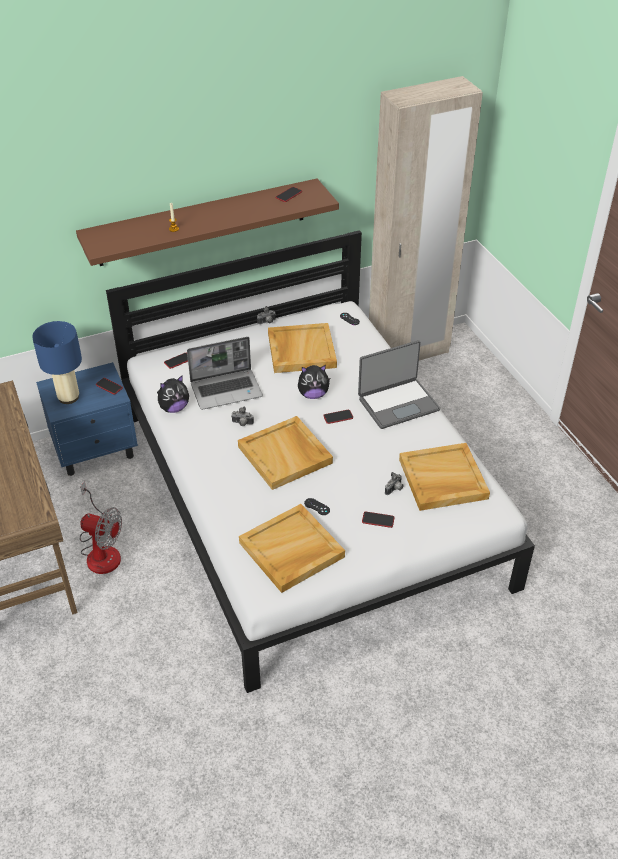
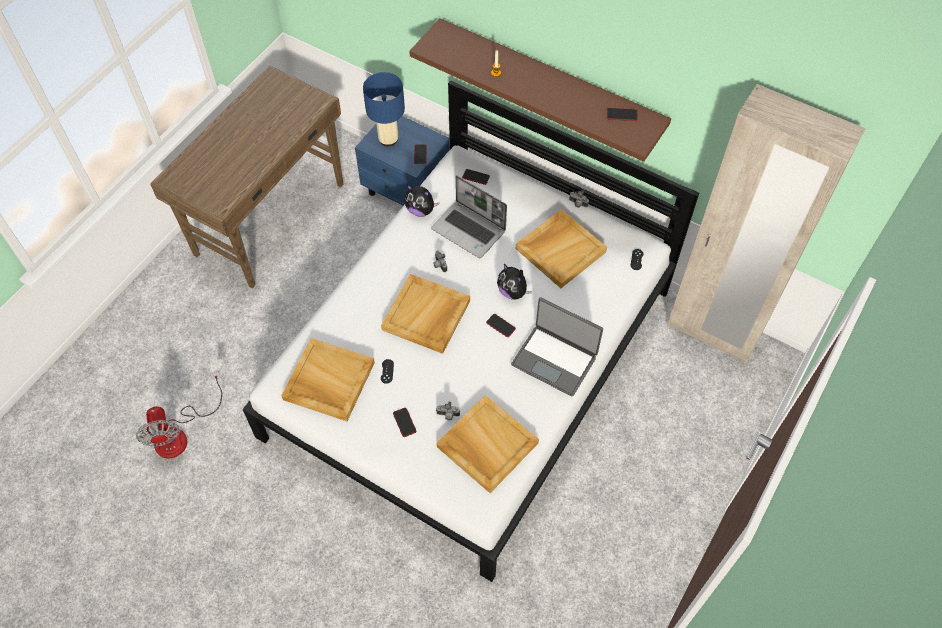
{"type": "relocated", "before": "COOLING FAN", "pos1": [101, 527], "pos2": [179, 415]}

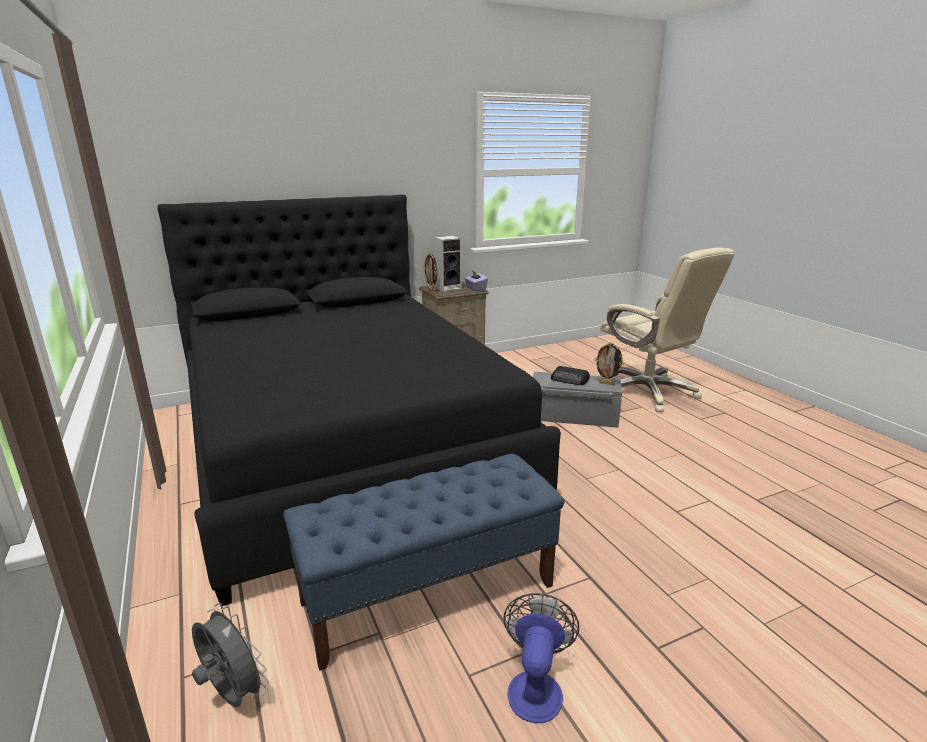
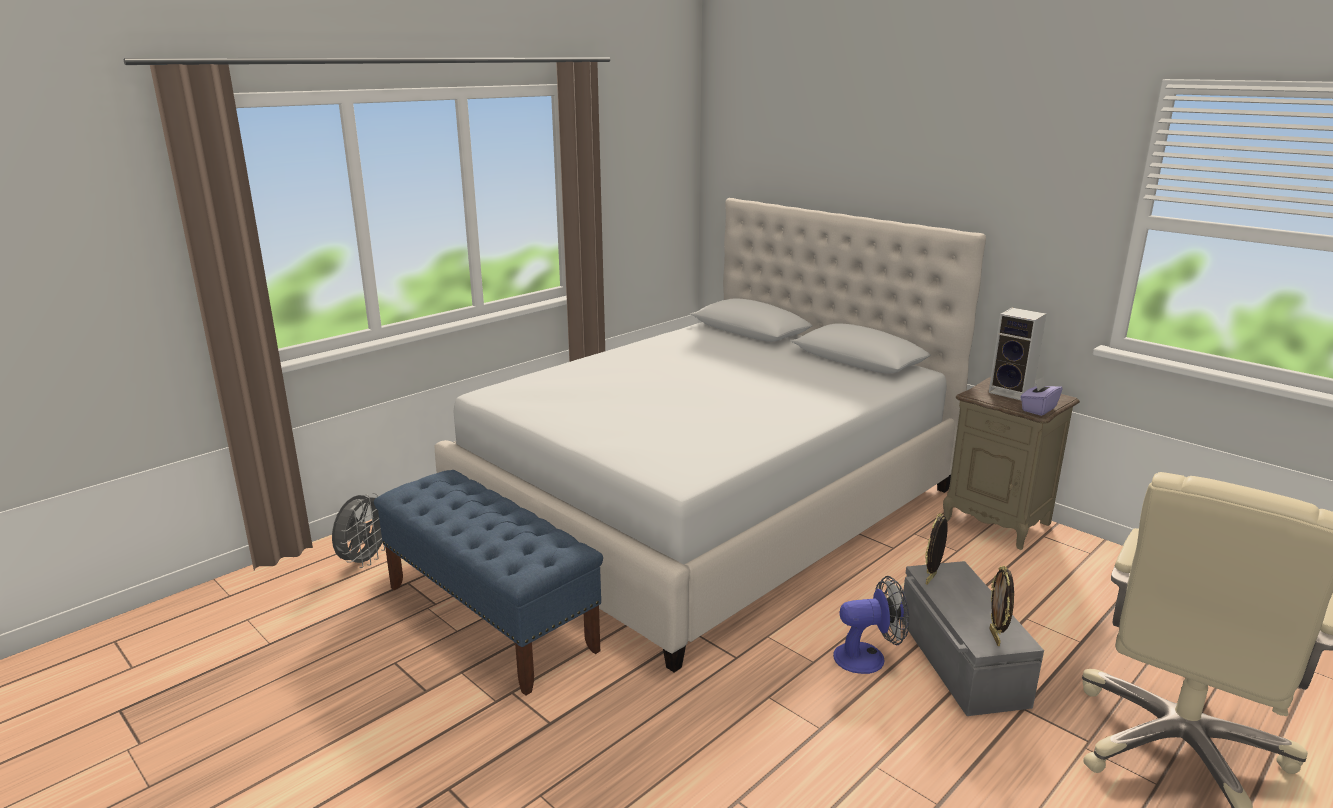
{"type": "missing", "before": "RADIO", "pos1": [570, 375]}
{"type": "relocated", "before": "STANDING FRAME", "pos1": [430, 272], "pos2": [936, 549]}
{"type": "relocated", "before": "COOLING FAN", "pos1": [541, 658], "pos2": [871, 625]}
{"type": "colour", "before": "BLACK BEDROOM BED", "after": "WHITE-COLOURED BEDROOM BED", "pos1": [359, 400], "pos2": [710, 435]}

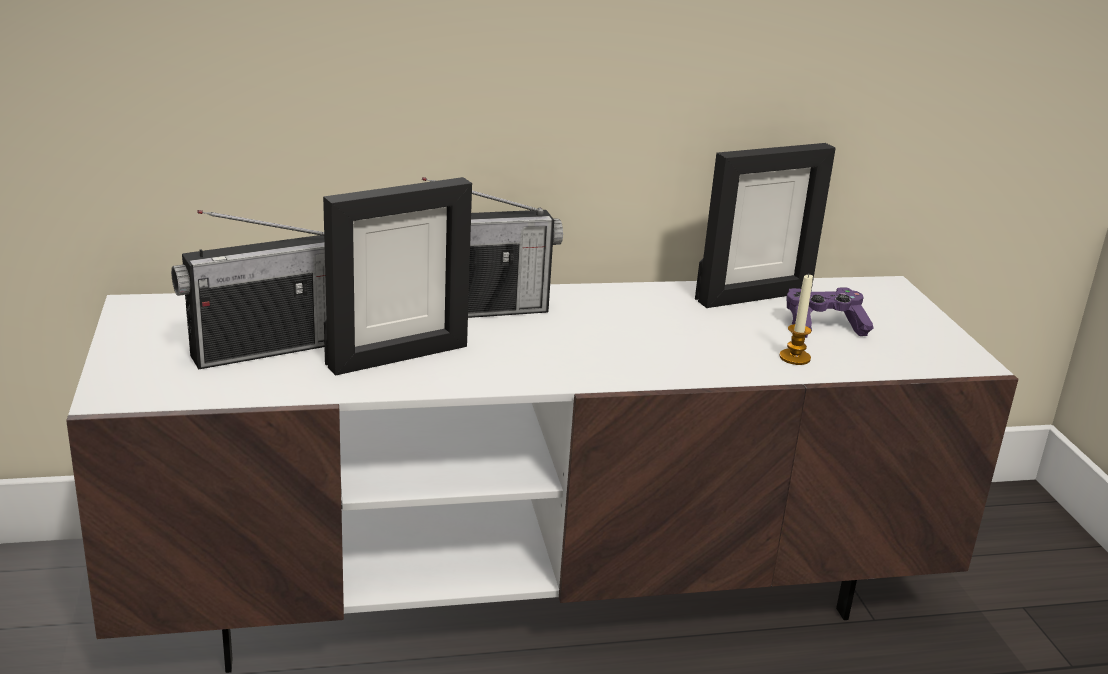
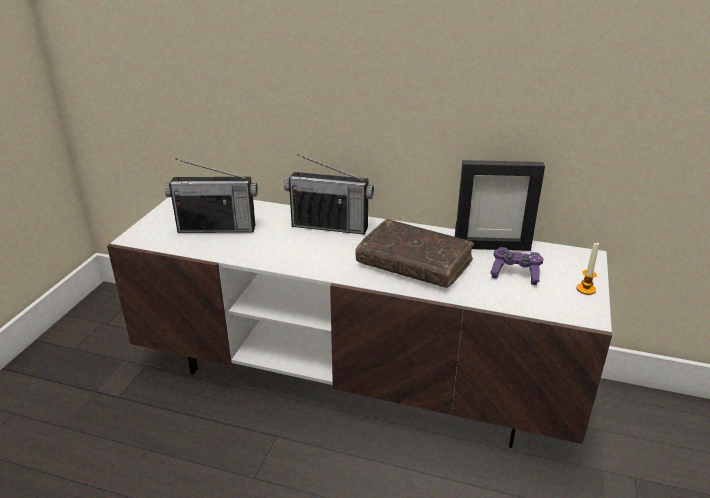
{"type": "missing", "before": "STANDING FRAME", "pos1": [397, 276]}
{"type": "appeared", "after": "BROWN-COLOURED VOLUME", "pos2": [415, 253]}
{"type": "relocated", "before": "WAX CANDLE", "pos1": [796, 319], "pos2": [587, 269]}

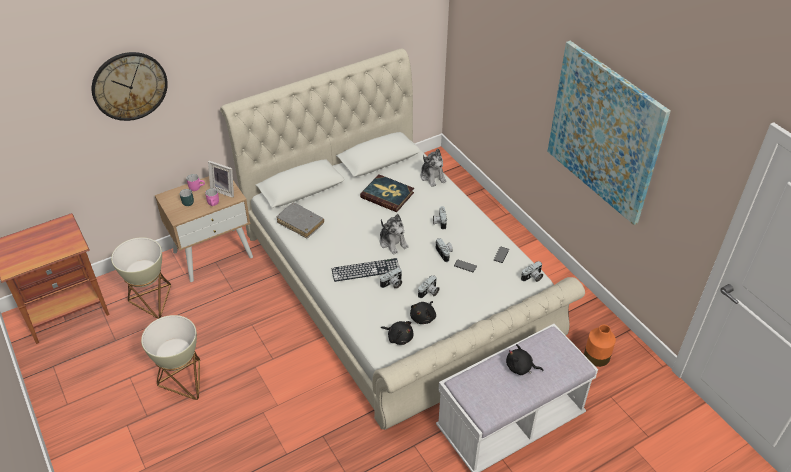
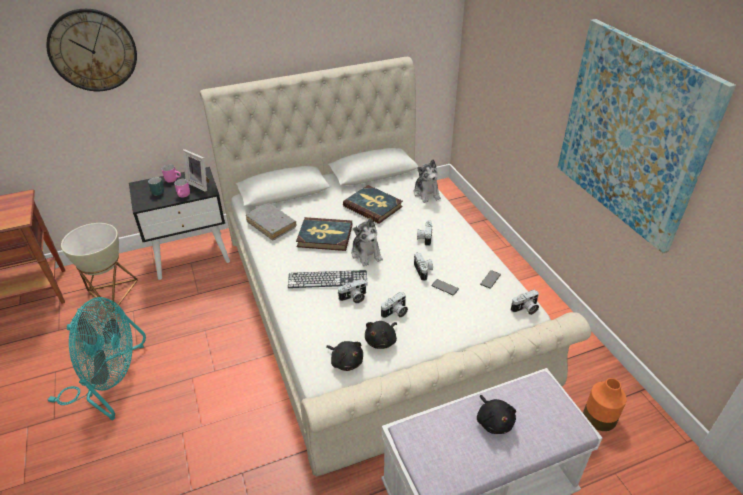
{"type": "appeared", "after": "VOLUME", "pos2": [324, 234]}
{"type": "exchanged", "before": "PLANTER", "after": "BLUE-GREEN COOLING FAN", "pos1": [170, 357], "pos2": [97, 359]}
{"type": "colour", "before": "BEIGE NIGHT TABLE", "after": "BLACK NIGHT TABLE", "pos1": [204, 229], "pos2": [179, 223]}
{"type": "spun", "before": "BLACK SOFT TOY", "pos1": [524, 359], "pos2": [496, 414], "turn": -135}

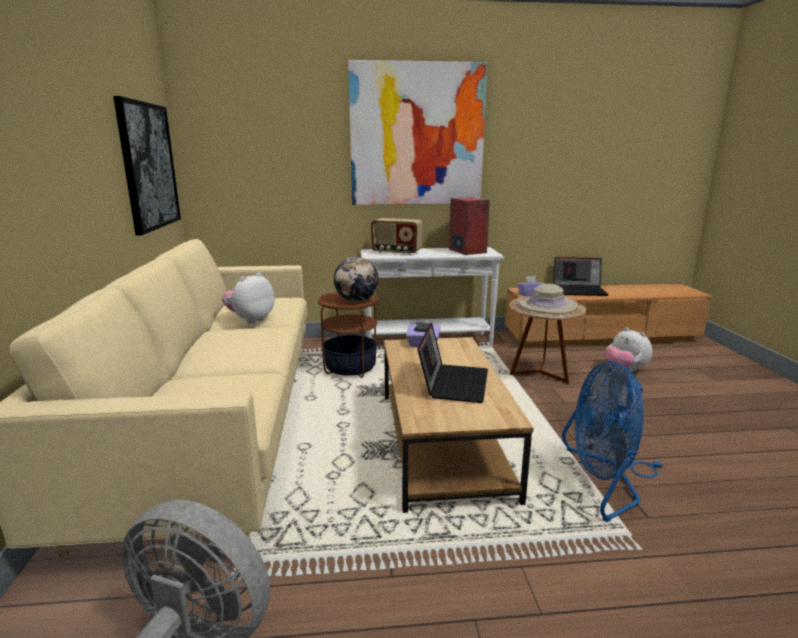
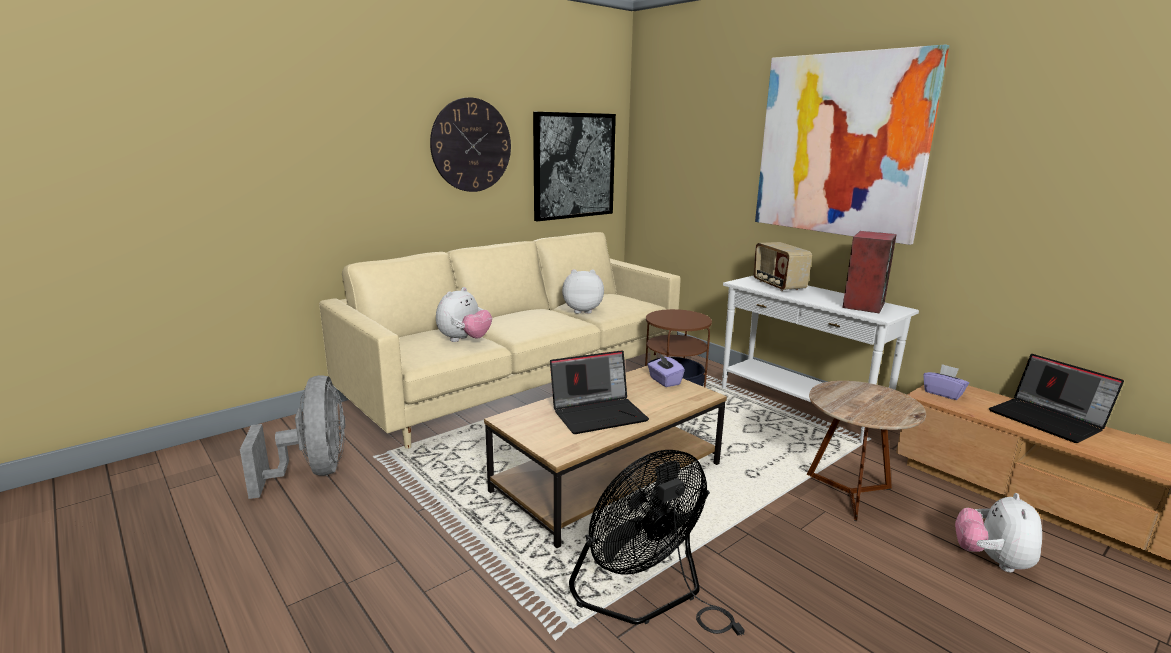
{"type": "missing", "before": "DESK GLOBE", "pos1": [356, 279]}
{"type": "missing", "before": "BEIGE CLOTHING HAT", "pos1": [548, 299]}
{"type": "appeared", "after": "HANGING CLOCK", "pos2": [470, 144]}
{"type": "appeared", "after": "SOFT TOY", "pos2": [464, 314]}
{"type": "colour", "before": "BLUE-COLOURED COOLING FAN", "after": "BLACK COOLING FAN", "pos1": [613, 441], "pos2": [657, 543]}

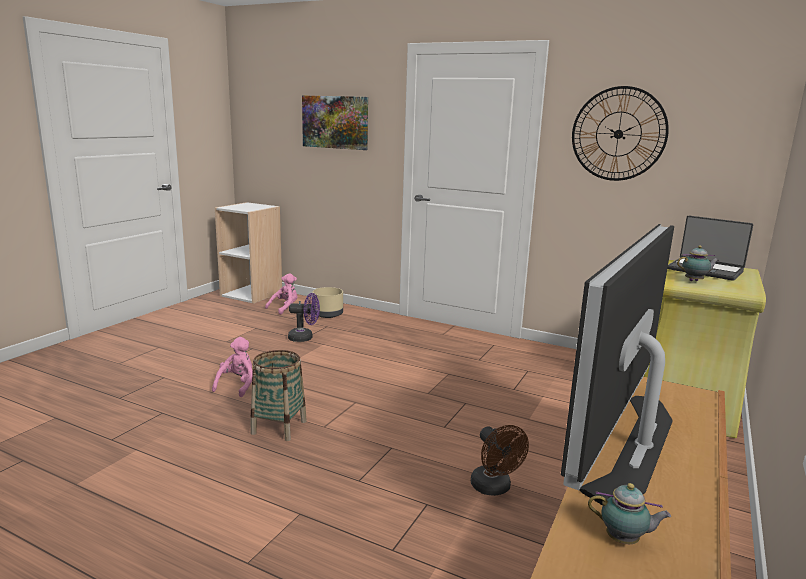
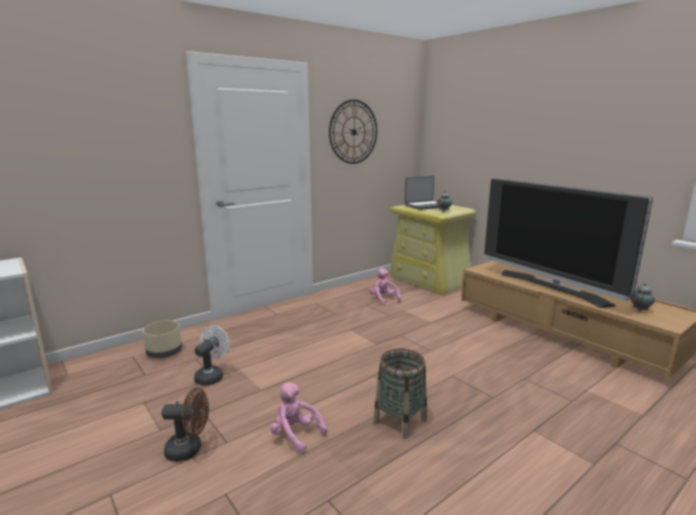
{"type": "missing", "before": "PICTURE", "pos1": [335, 123]}
{"type": "relocated", "before": "PINK-COLOURED SOFT TOY", "pos1": [281, 294], "pos2": [385, 286]}
{"type": "relocated", "before": "BROWN-COLOURED COOLING FAN", "pos1": [500, 460], "pos2": [185, 424]}
{"type": "colour", "before": "PURPLE-COLOURED COOLING FAN", "after": "WHITE-COLOURED COOLING FAN", "pos1": [304, 317], "pos2": [212, 355]}

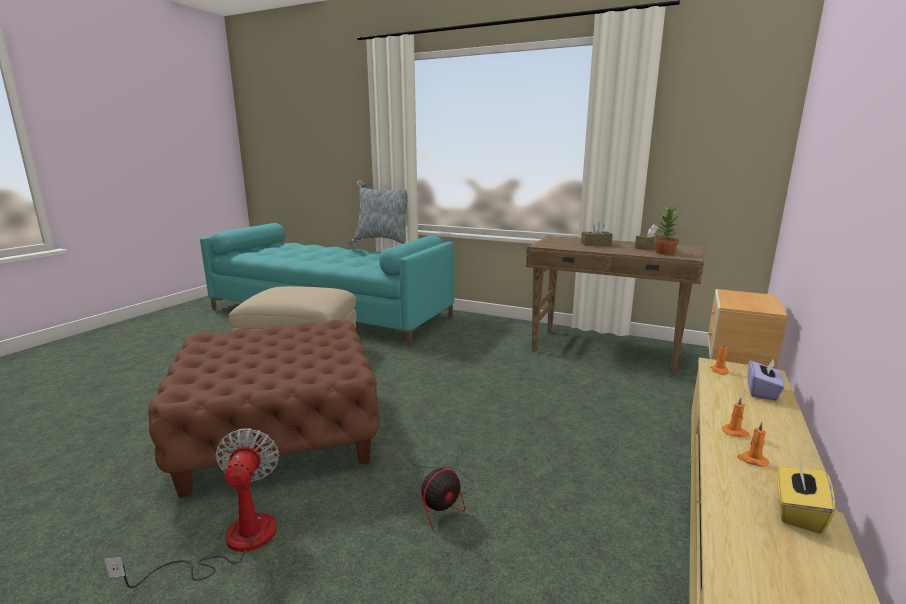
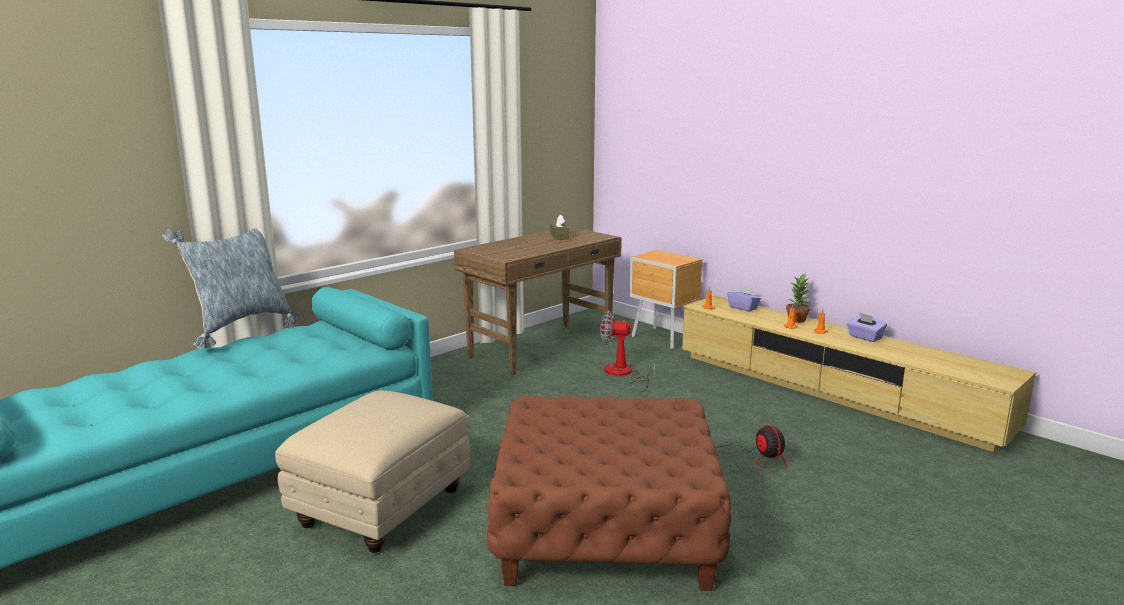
{"type": "missing", "before": "BROWN-COLOURED BOX OF TISSUES", "pos1": [597, 233]}
{"type": "relocated", "before": "COOLING FAN", "pos1": [191, 508], "pos2": [628, 351]}
{"type": "relocated", "before": "HOUSEPLANT", "pos1": [666, 230], "pos2": [799, 298]}
{"type": "colour", "before": "YELLOWISH BOX OF TISSUES", "after": "PURPLE-COLOURED BOX OF TISSUES", "pos1": [806, 496], "pos2": [867, 327]}

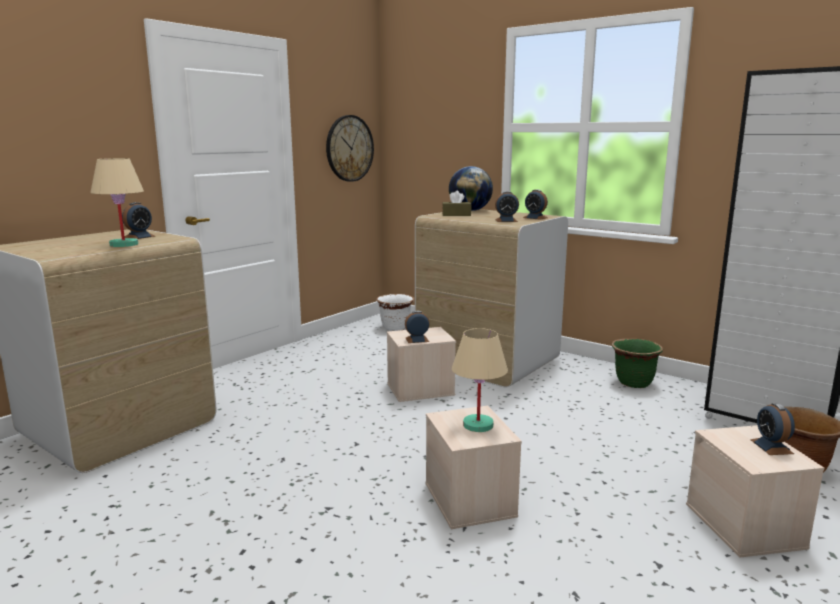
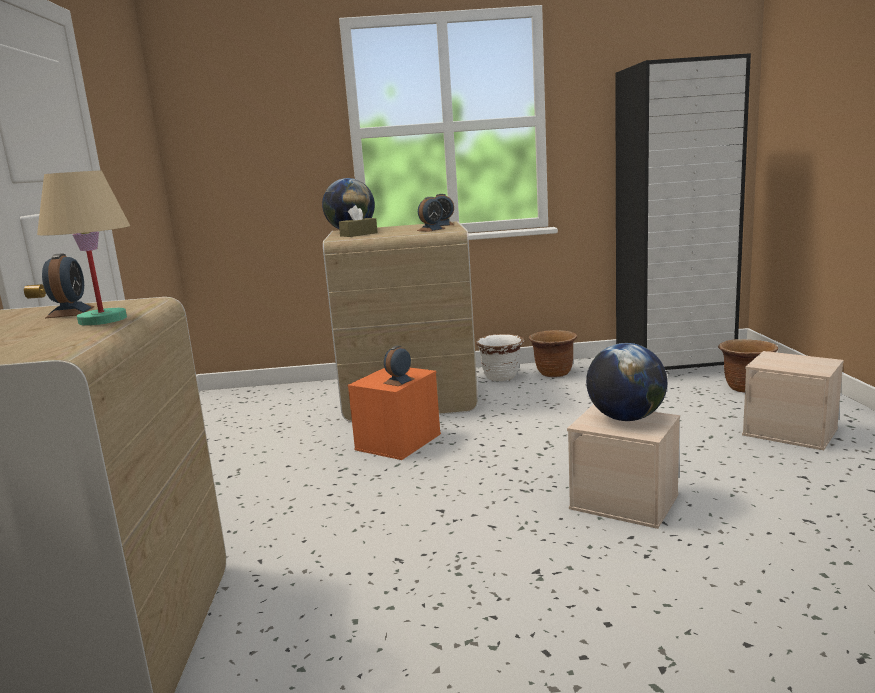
{"type": "missing", "before": "HANGING CLOCK", "pos1": [350, 148]}
{"type": "missing", "before": "ALARM CLOCK", "pos1": [772, 429]}
{"type": "relocated", "before": "WHITE-COLOURED PLANTER", "pos1": [395, 312], "pos2": [500, 358]}
{"type": "exchanged", "before": "BEIGE TABLETOP LAMP", "after": "DESK GLOBE", "pos1": [480, 380], "pos2": [626, 382]}
{"type": "colour", "before": "BEIGE STORAGE CONTAINER", "after": "ORANGE STORAGE CONTAINER", "pos1": [421, 364], "pos2": [394, 414]}
{"type": "colour", "before": "GREEN-COLOURED PLANTER", "after": "BROWN-COLOURED PLANTER", "pos1": [637, 363], "pos2": [553, 353]}

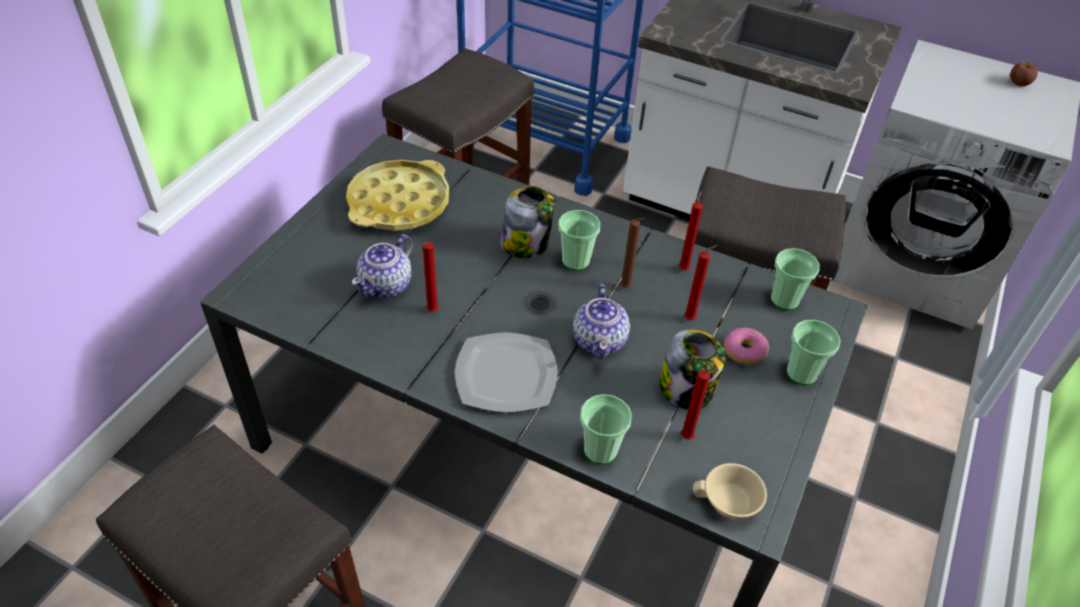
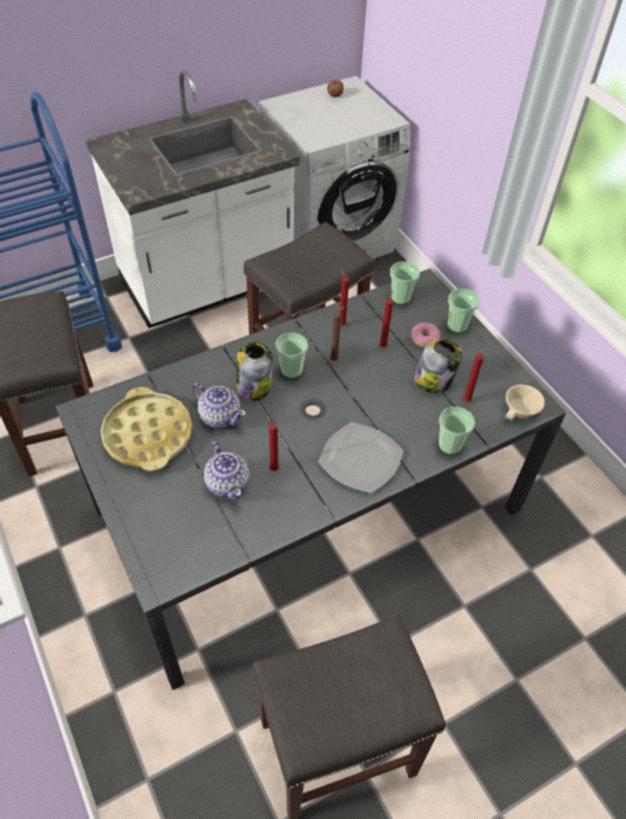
{"type": "relocated", "before": "TEA POT", "pos1": [601, 321], "pos2": [218, 405]}

